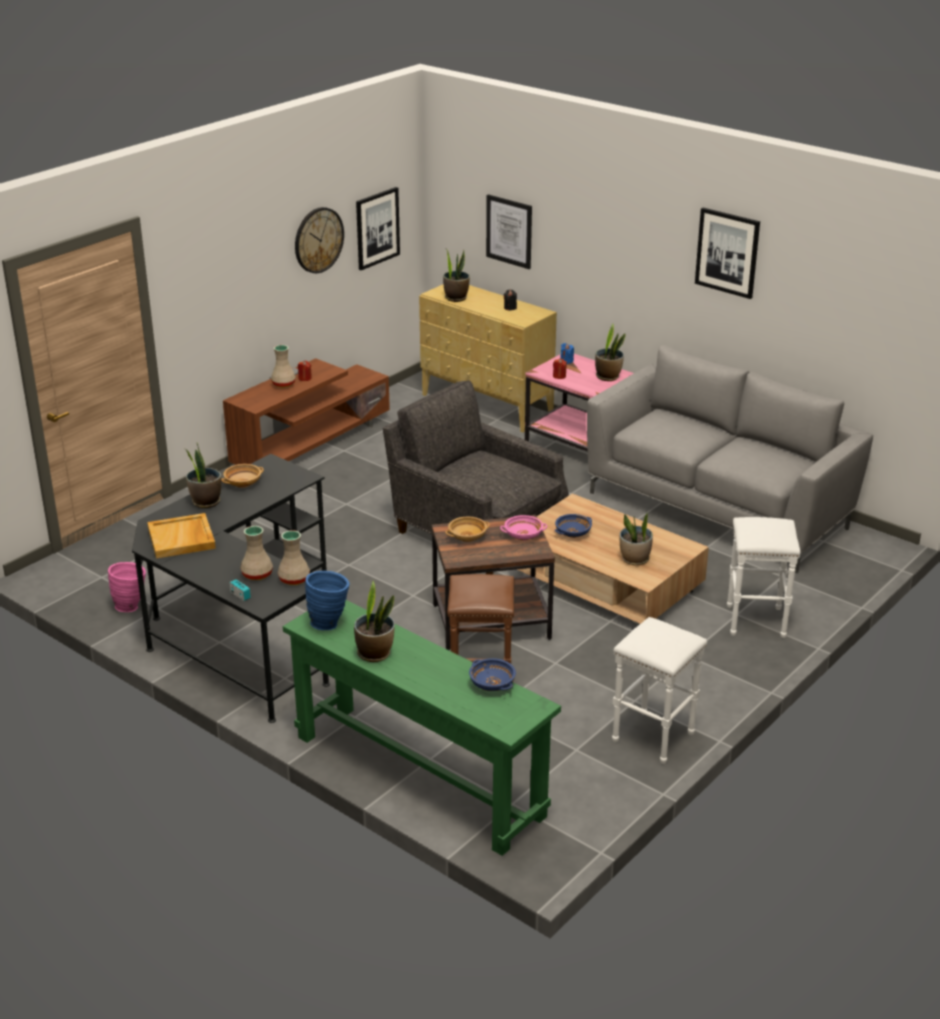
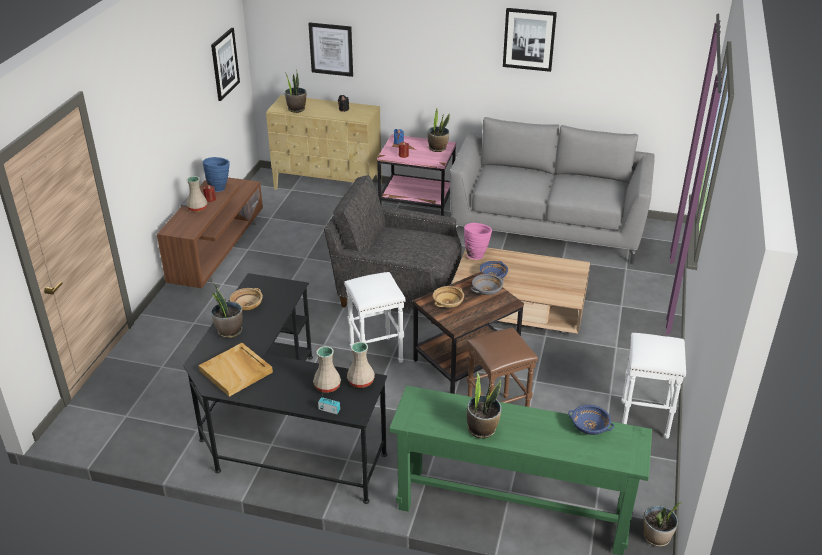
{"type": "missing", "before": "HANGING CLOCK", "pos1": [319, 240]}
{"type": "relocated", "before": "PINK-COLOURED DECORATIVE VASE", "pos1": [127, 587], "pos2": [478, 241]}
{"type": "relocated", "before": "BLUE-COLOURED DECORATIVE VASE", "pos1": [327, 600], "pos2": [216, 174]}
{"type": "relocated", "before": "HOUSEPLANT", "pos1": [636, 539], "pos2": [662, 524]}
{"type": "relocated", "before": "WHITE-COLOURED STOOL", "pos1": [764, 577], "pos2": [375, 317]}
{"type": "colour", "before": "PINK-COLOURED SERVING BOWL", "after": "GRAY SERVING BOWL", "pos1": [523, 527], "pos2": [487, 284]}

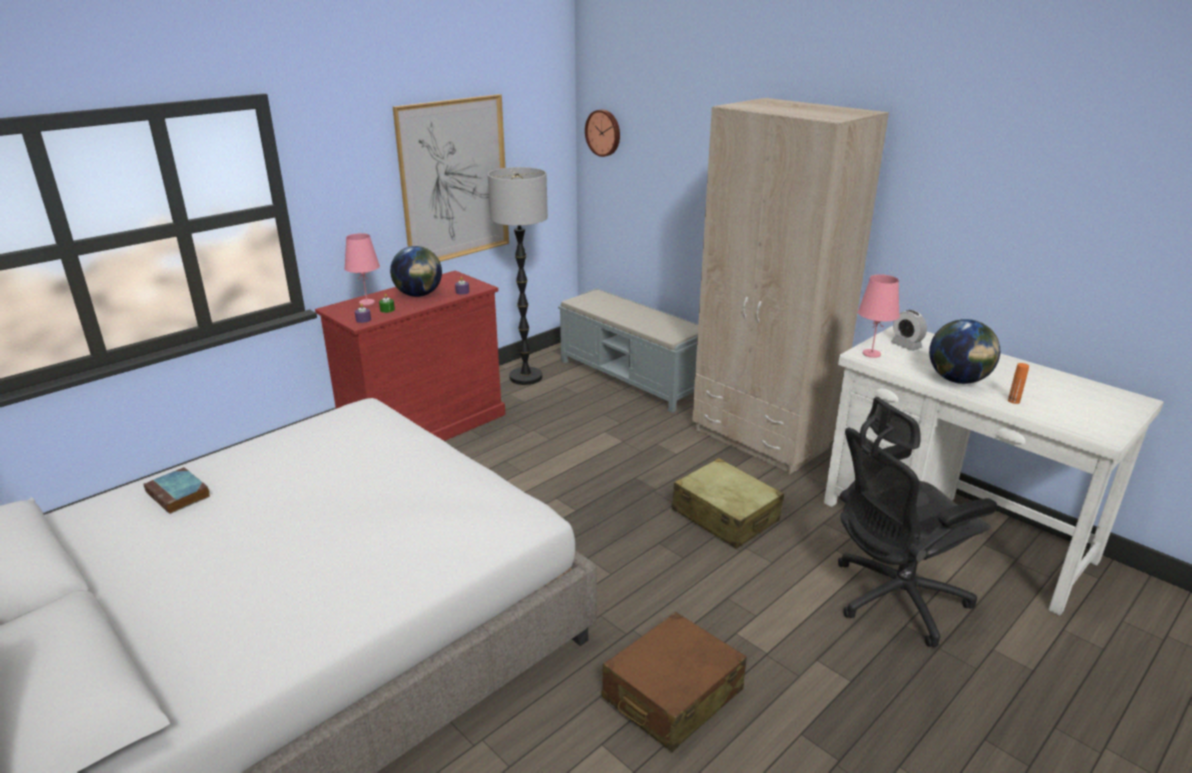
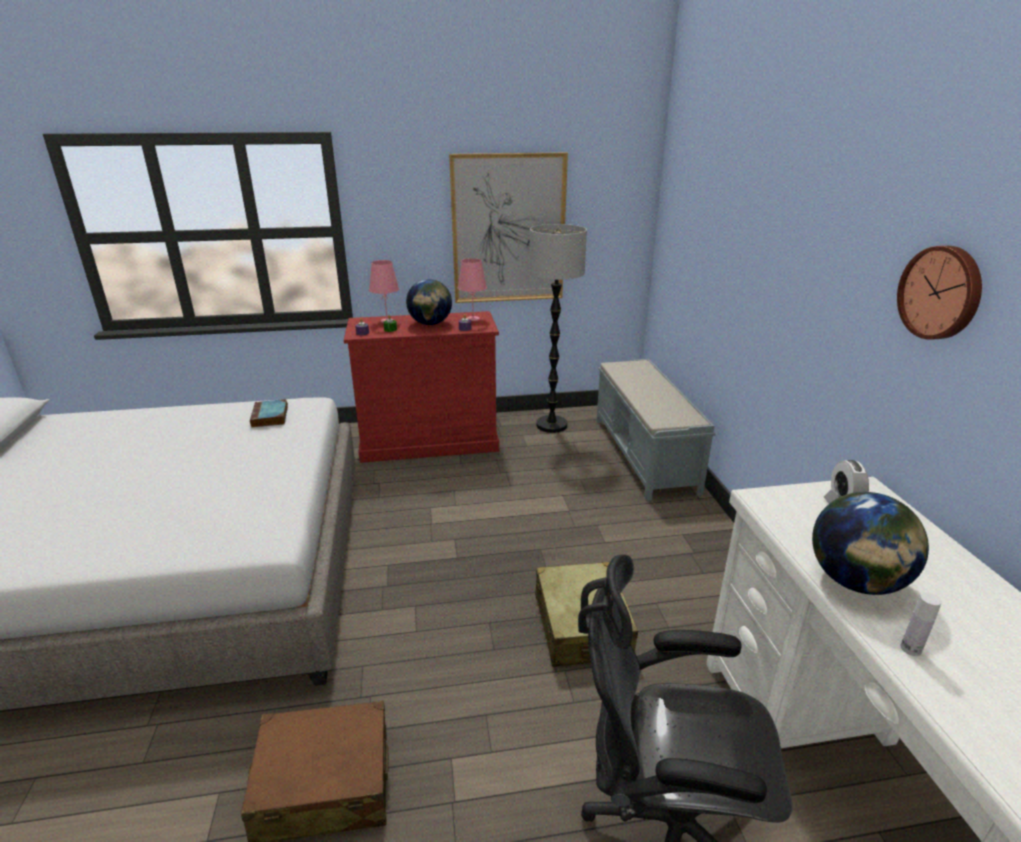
{"type": "missing", "before": "BEIGE ARMOIRE", "pos1": [790, 286]}
{"type": "relocated", "before": "VOLUME", "pos1": [176, 490], "pos2": [269, 413]}
{"type": "relocated", "before": "HANGING CLOCK", "pos1": [602, 133], "pos2": [939, 293]}
{"type": "relocated", "before": "PINK-COLOURED TABLETOP LAMP", "pos1": [879, 316], "pos2": [472, 289]}
{"type": "colour", "before": "ORANGE DRINK BOTTLE", "after": "WHITE-COLOURED DRINK BOTTLE", "pos1": [1018, 383], "pos2": [921, 624]}

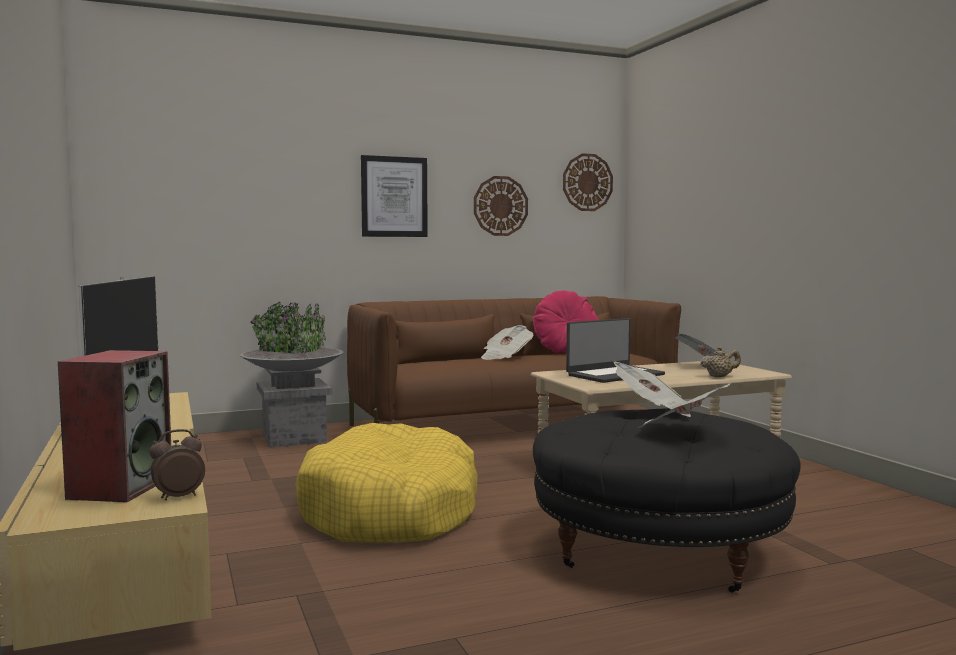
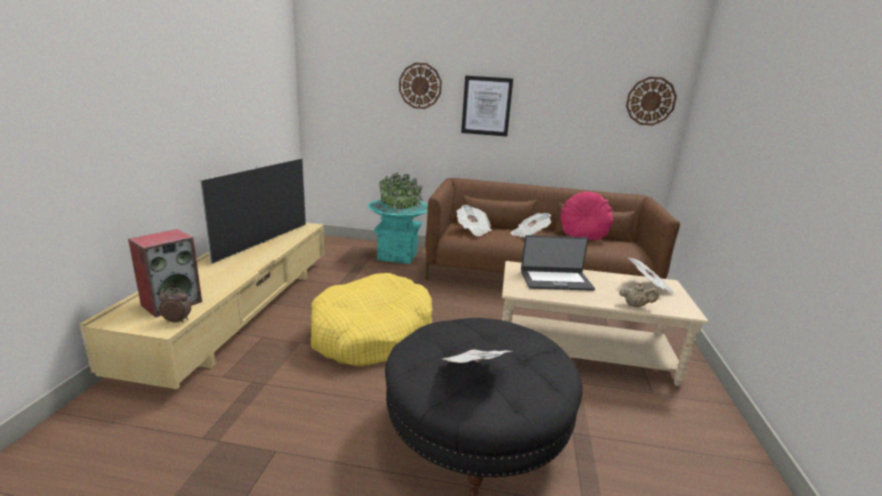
{"type": "relocated", "before": "HANGING CLOCK", "pos1": [501, 206], "pos2": [420, 86]}
{"type": "relocated", "before": "PRINTED PAPER", "pos1": [652, 389], "pos2": [474, 221]}
{"type": "colour", "before": "GRAY PLANTER", "after": "BLUE-GREEN PLANTER", "pos1": [292, 375], "pos2": [398, 218]}

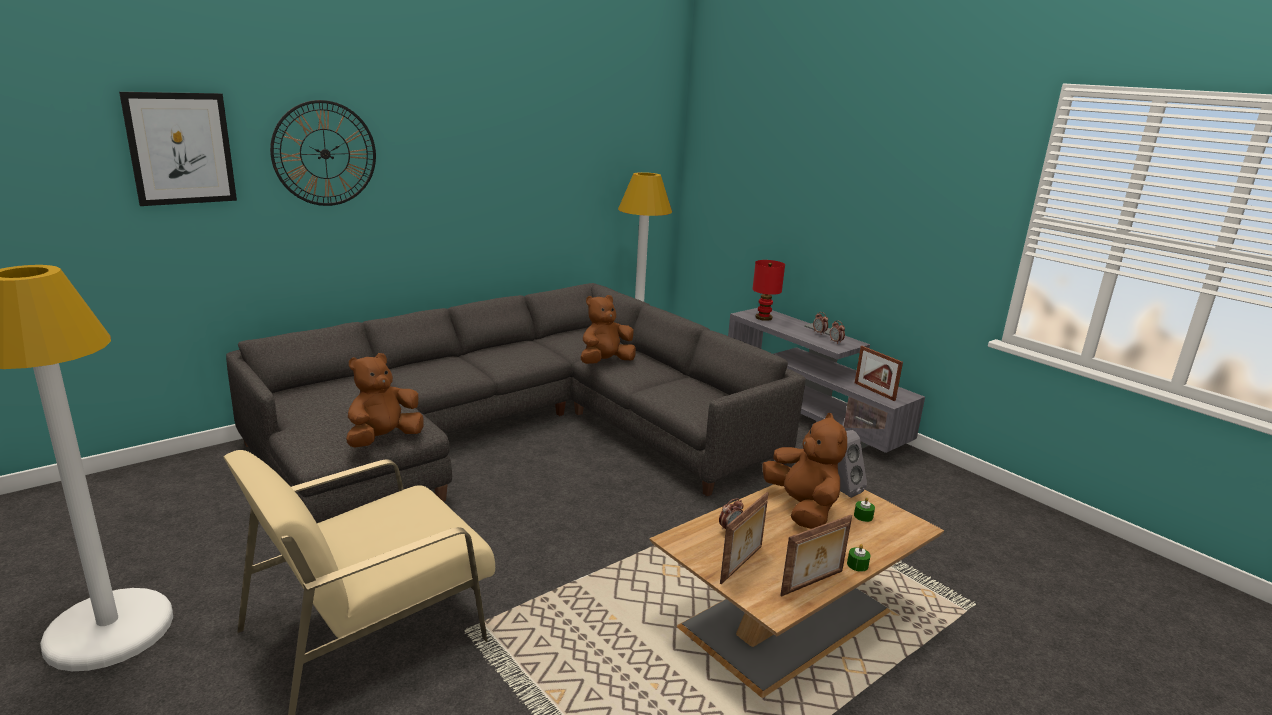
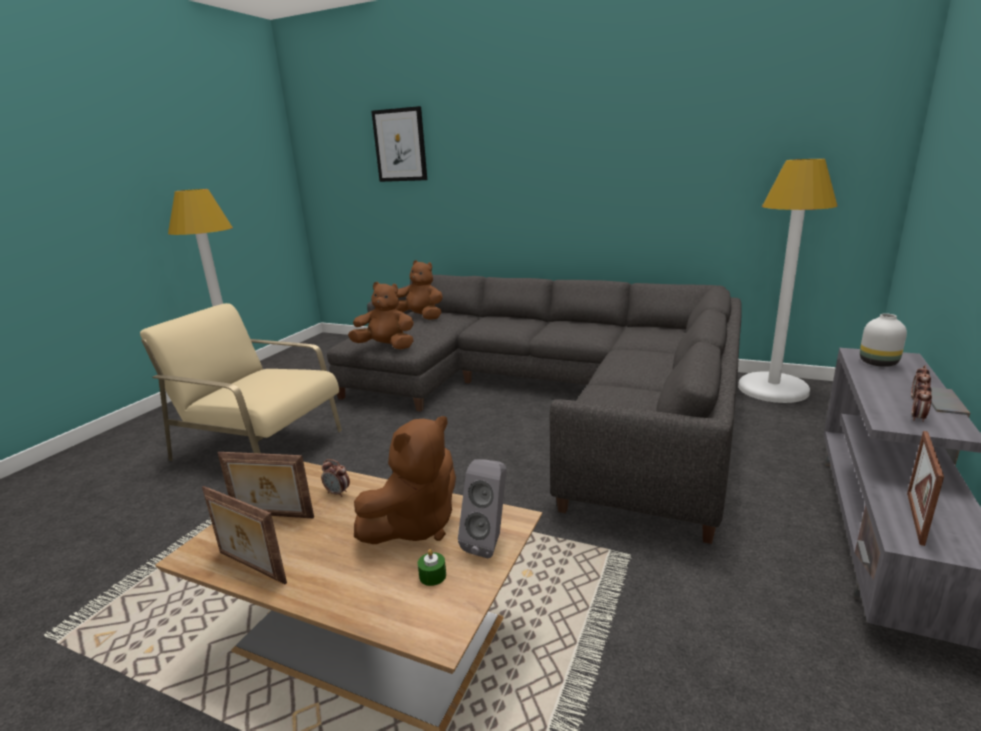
{"type": "missing", "before": "HANGING CLOCK", "pos1": [323, 153]}
{"type": "missing", "before": "GREEN-COLOURED WAX CANDLE", "pos1": [859, 558]}
{"type": "relocated", "before": "BROWN-COLOURED SOFT TOY", "pos1": [608, 329], "pos2": [419, 290]}
{"type": "exchanged", "before": "RED TABLETOP LAMP", "after": "WHITE-COLOURED DECORATIVE VASE", "pos1": [768, 290], "pos2": [883, 340]}

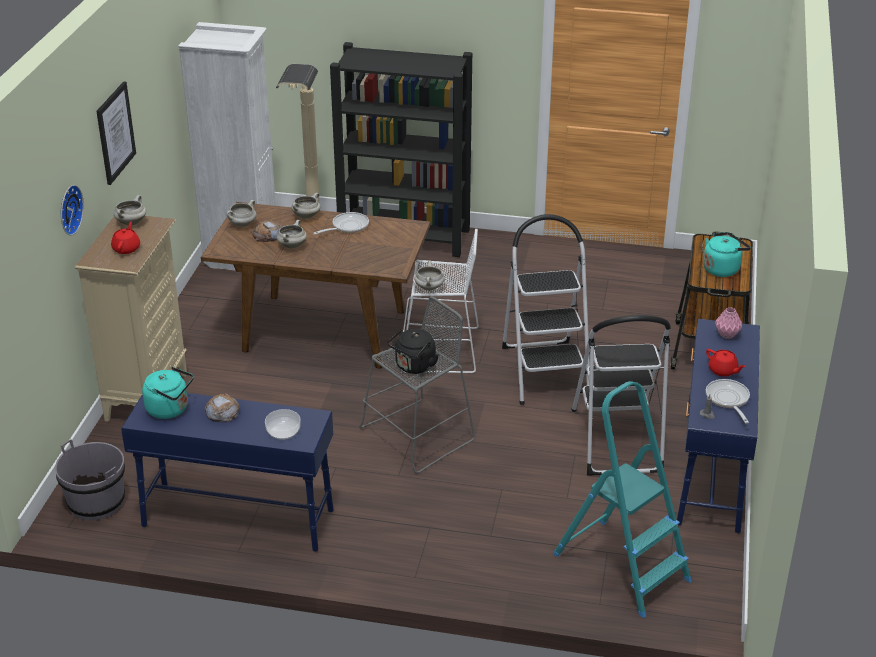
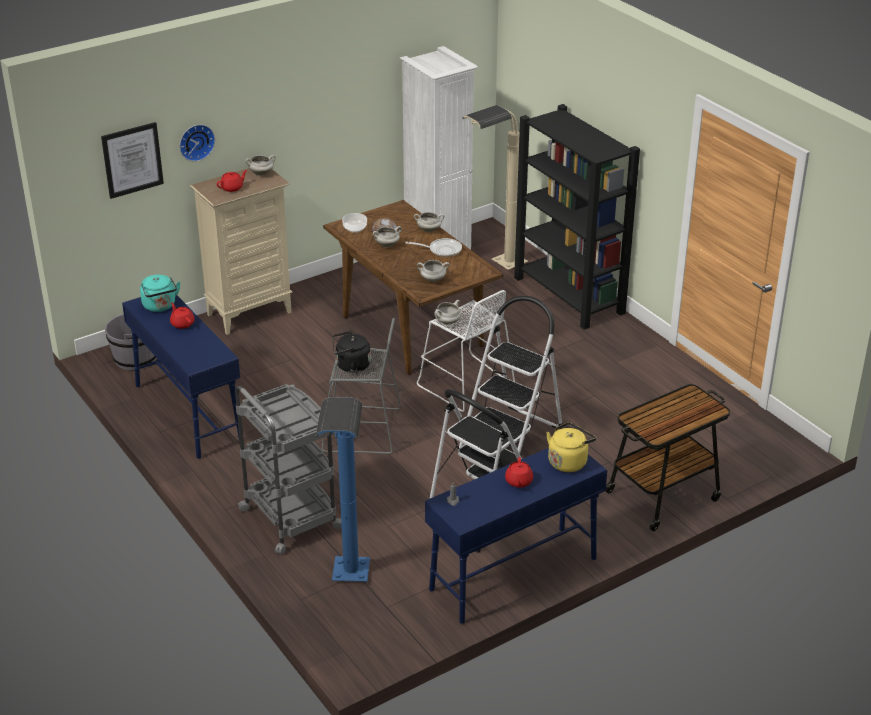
{"type": "missing", "before": "BLUE-GREEN WATER KETTLE", "pos1": [727, 254]}
{"type": "missing", "before": "FRYING PAN", "pos1": [728, 401]}
{"type": "appeared", "after": "GRAY CART", "pos2": [288, 469]}
{"type": "relocated", "before": "PICTURE", "pos1": [116, 133], "pos2": [132, 160]}
{"type": "relocated", "before": "WHITE-COLOURED STOCKPOT", "pos1": [242, 213], "pos2": [433, 271]}
{"type": "relocated", "before": "SERVING BOWL", "pos1": [283, 424], "pos2": [354, 223]}
{"type": "exchanged", "before": "BREAD", "after": "RED TEA POT", "pos1": [222, 407], "pos2": [182, 316]}
{"type": "exchanged", "before": "BLUE-GREEN STEPLADDER", "after": "BLUE-COLOURED STANDARD LAMP", "pos1": [622, 499], "pos2": [343, 489]}
{"type": "exchanged", "before": "PINK-COLOURED DECORATIVE VASE", "after": "YELLOWISH WATER KETTLE", "pos1": [728, 323], "pos2": [571, 447]}

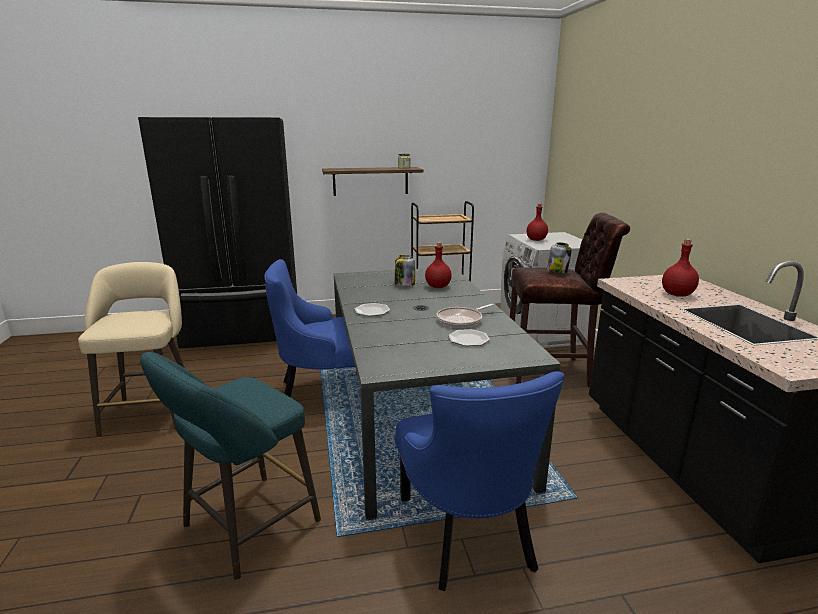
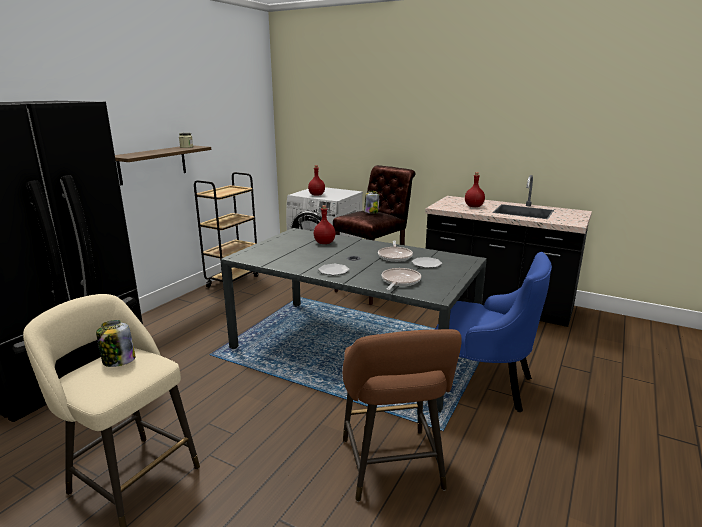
{"type": "missing", "before": "BLUE-COLOURED UPRIGHT CHAIR", "pos1": [310, 328]}
{"type": "appeared", "after": "FRYING PAN", "pos2": [401, 279]}
{"type": "relocated", "before": "STORAGE JAR", "pos1": [405, 270], "pos2": [116, 343]}
{"type": "colour", "before": "BLUE-GREEN STOOL", "after": "BROWN-COLOURED STOOL", "pos1": [230, 466], "pos2": [402, 415]}

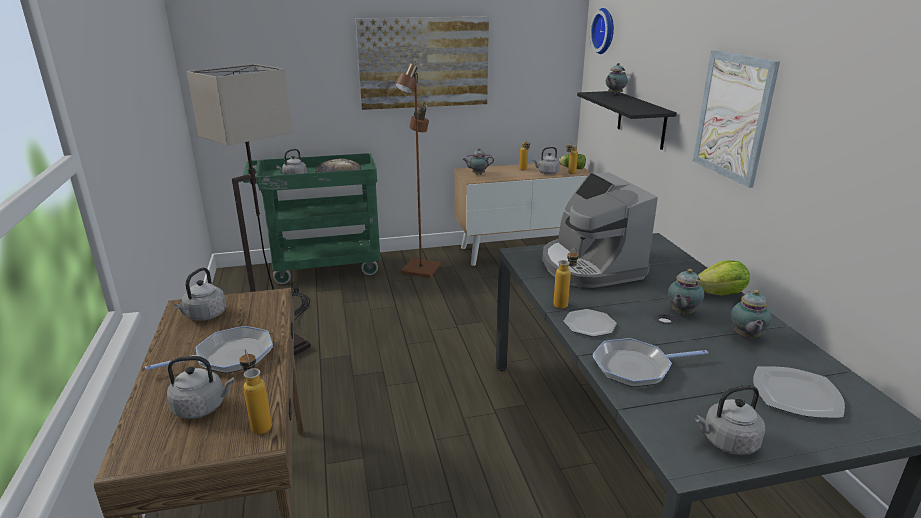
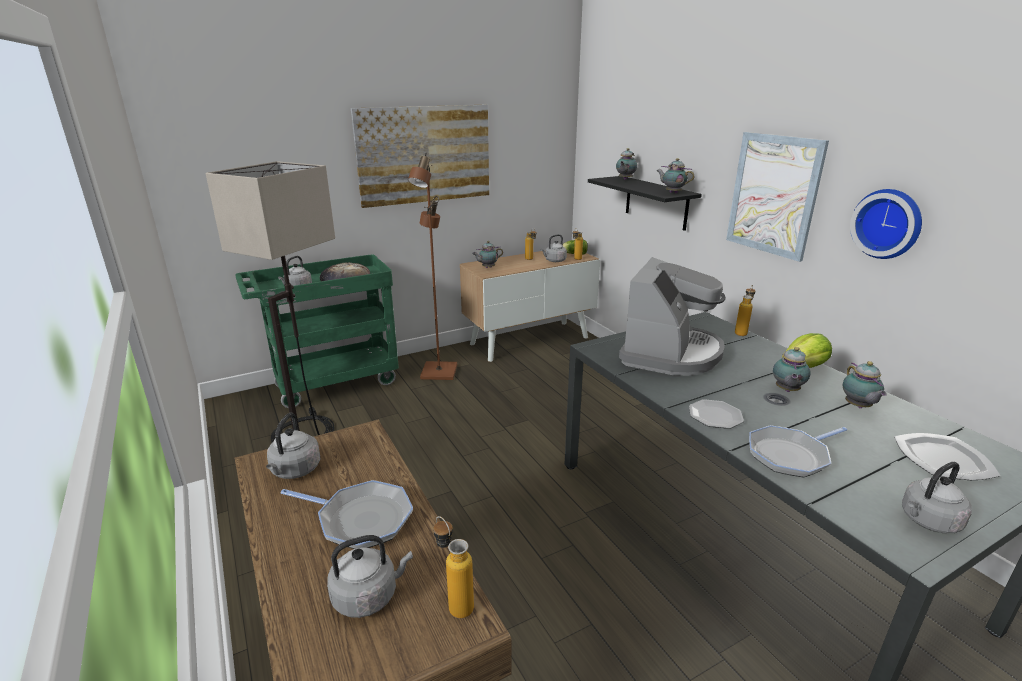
{"type": "appeared", "after": "TEA POT", "pos2": [675, 176]}
{"type": "relocated", "before": "DRINK BOTTLE", "pos1": [565, 278], "pos2": [745, 310]}
{"type": "relocated", "before": "HANGING CLOCK", "pos1": [602, 31], "pos2": [886, 224]}
{"type": "spun", "before": "FRYING PAN", "pos1": [209, 349], "pos2": [347, 514], "turn": 60}
{"type": "spun", "before": "COFFEE MAKER", "pos1": [600, 230], "pos2": [672, 316], "turn": -120}

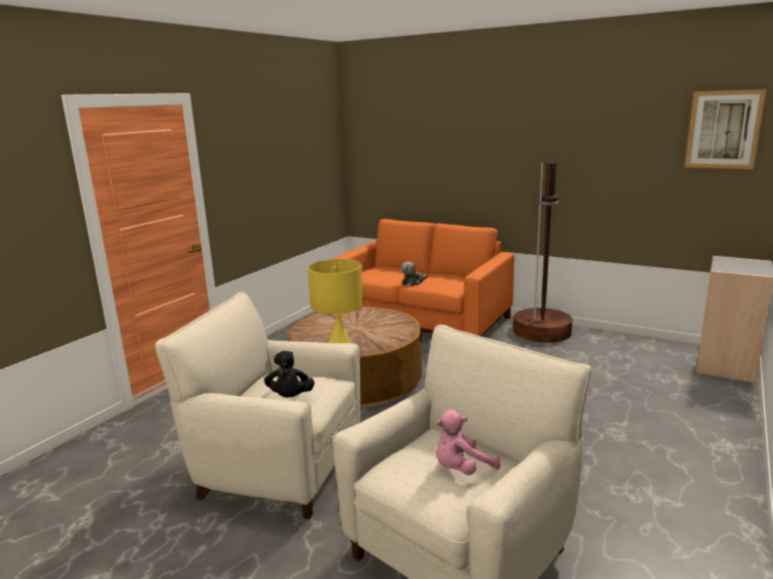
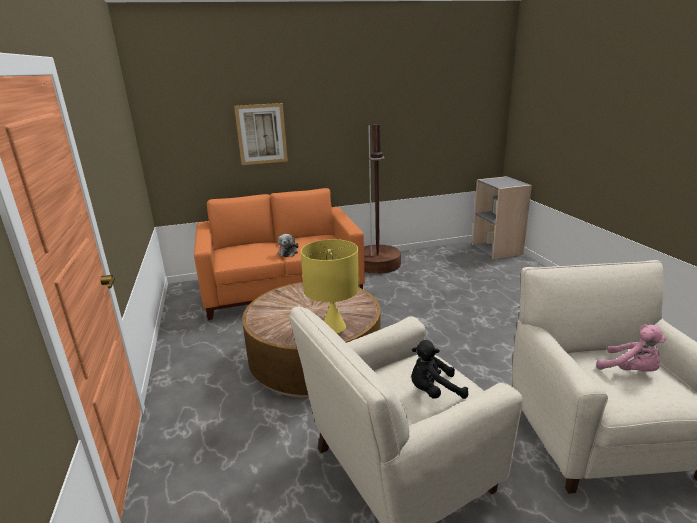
{"type": "relocated", "before": "PICTURE", "pos1": [725, 129], "pos2": [261, 134]}
{"type": "spun", "before": "BLACK SOFT TOY", "pos1": [289, 374], "pos2": [439, 369], "turn": 135}
{"type": "spun", "before": "PINK-COLOURED SOFT TOY", "pos1": [468, 442], "pos2": [631, 348], "turn": -60}

